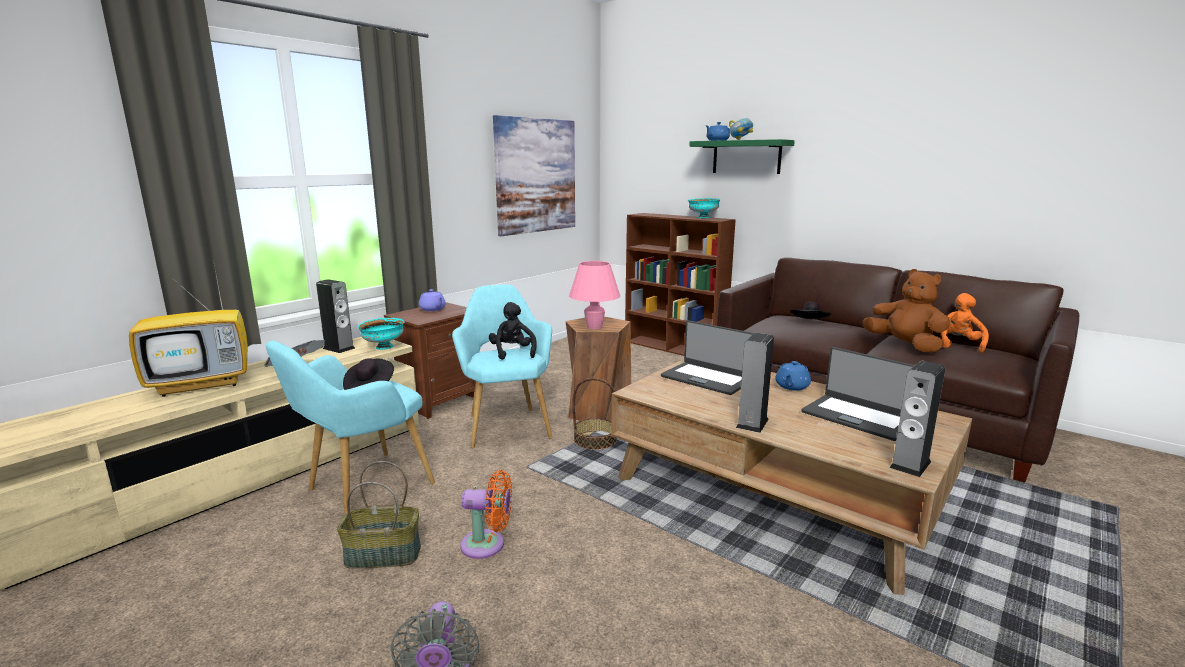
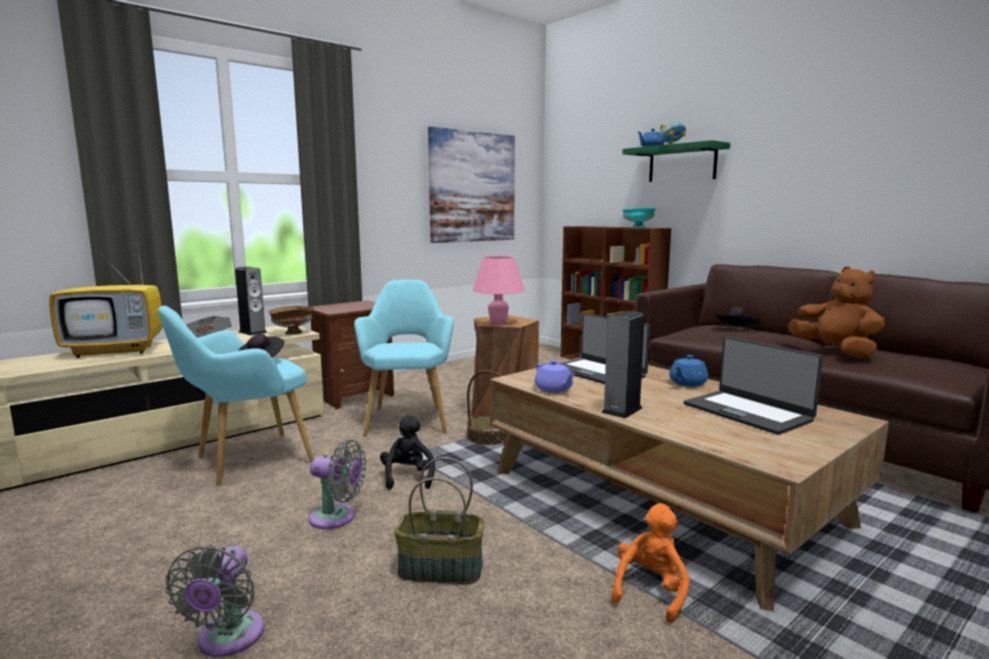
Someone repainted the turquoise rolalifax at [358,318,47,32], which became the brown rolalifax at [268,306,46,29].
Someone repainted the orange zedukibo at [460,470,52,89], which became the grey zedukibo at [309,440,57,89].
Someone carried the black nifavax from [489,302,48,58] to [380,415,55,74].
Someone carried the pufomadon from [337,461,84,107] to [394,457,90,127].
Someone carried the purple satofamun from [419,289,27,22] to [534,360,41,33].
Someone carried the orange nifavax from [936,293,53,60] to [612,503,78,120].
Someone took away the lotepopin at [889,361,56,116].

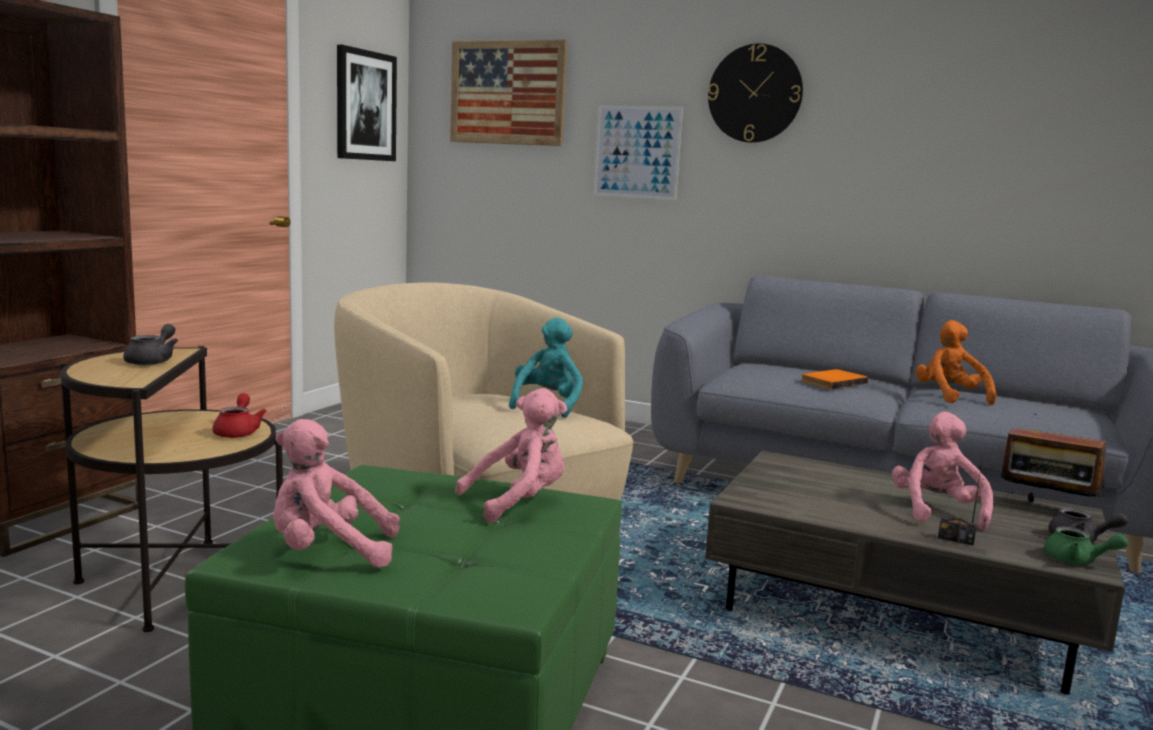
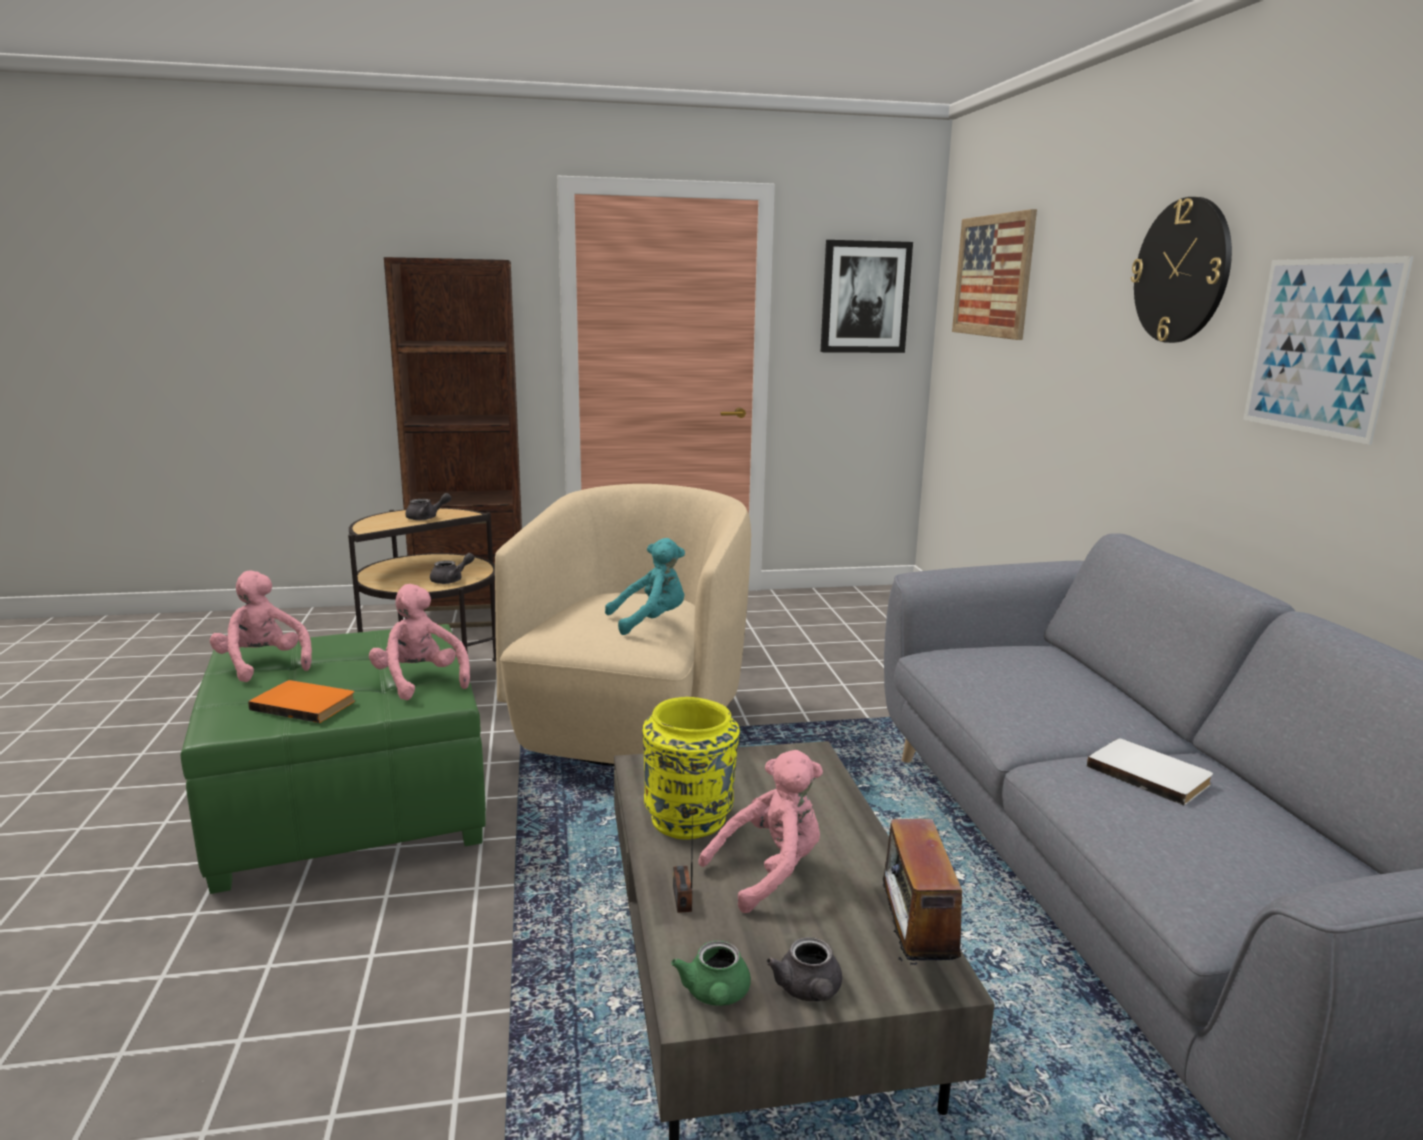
Someone carried the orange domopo from [801,369,68,20] to [248,680,107,43].
Someone rotated the pink nifavax at [455,388,112,135] by 150 degrees counterclockwise.
Someone repainted the red satofamun at [212,393,55,45], which became the grey satofamun at [430,553,45,31].
Someone put down the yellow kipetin at [642,697,98,143].
Someone swapped the orange nifavax at [916,320,81,85] for the white domopo at [1087,739,126,67].
Someone carried the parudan from [594,105,89,95] to [1243,256,170,189].

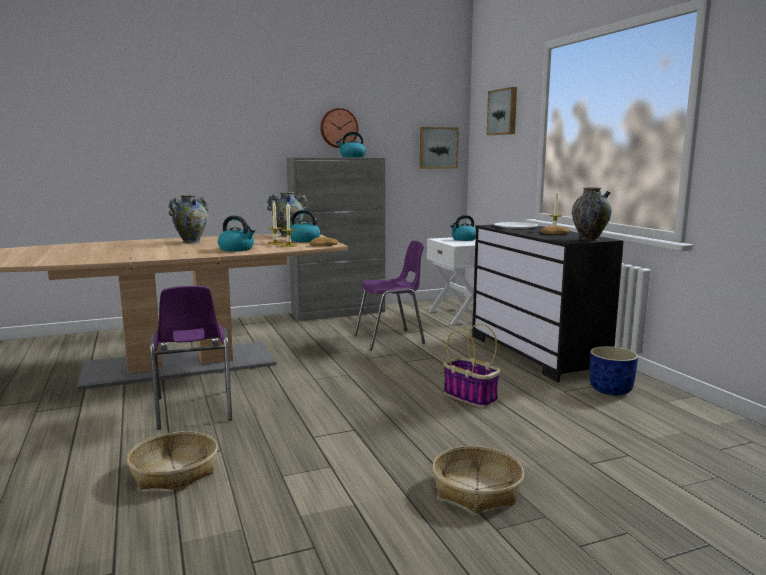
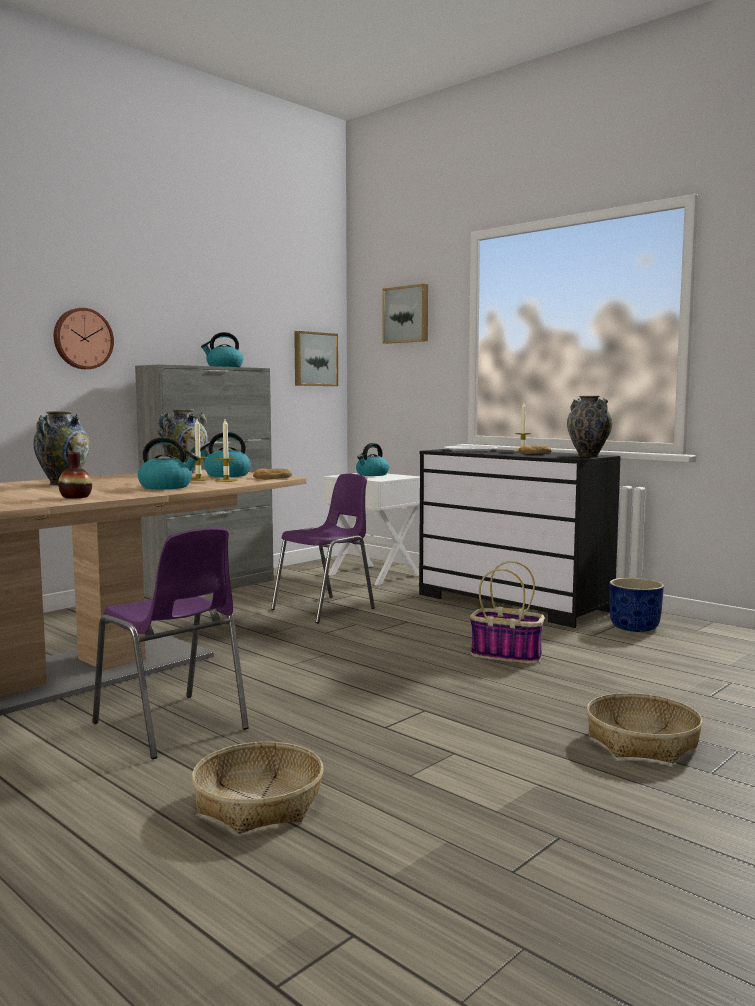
Someone carried the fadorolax from [320,108,38,40] to [54,308,60,61].
Someone put down the kipetin at [58,452,34,47].

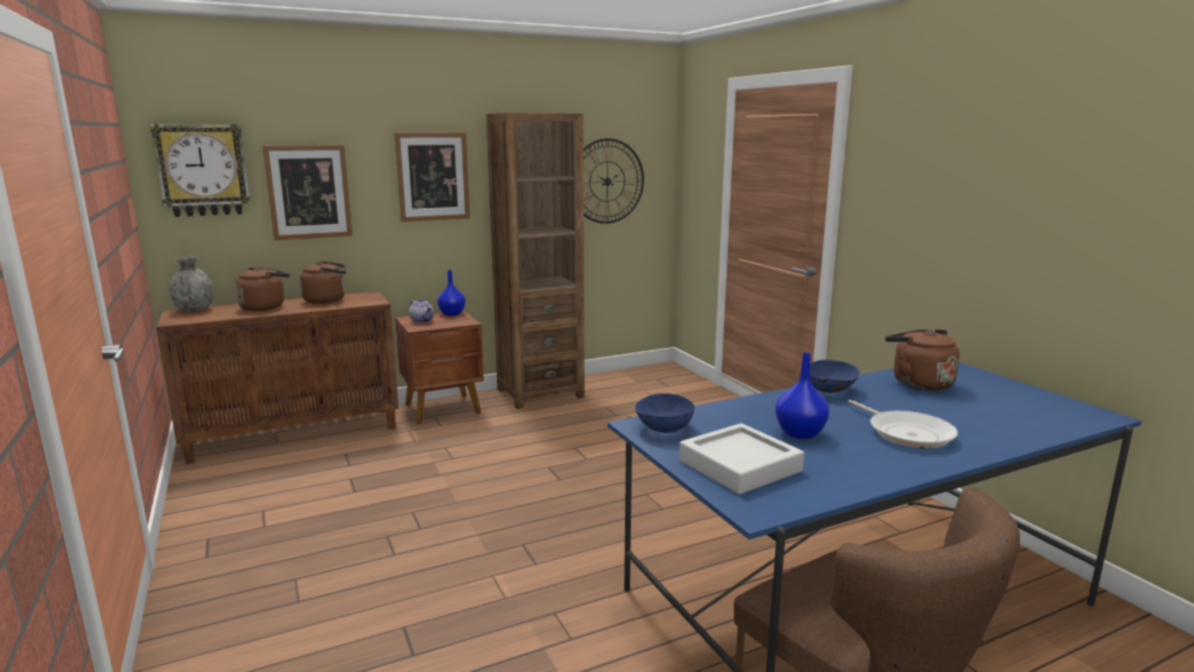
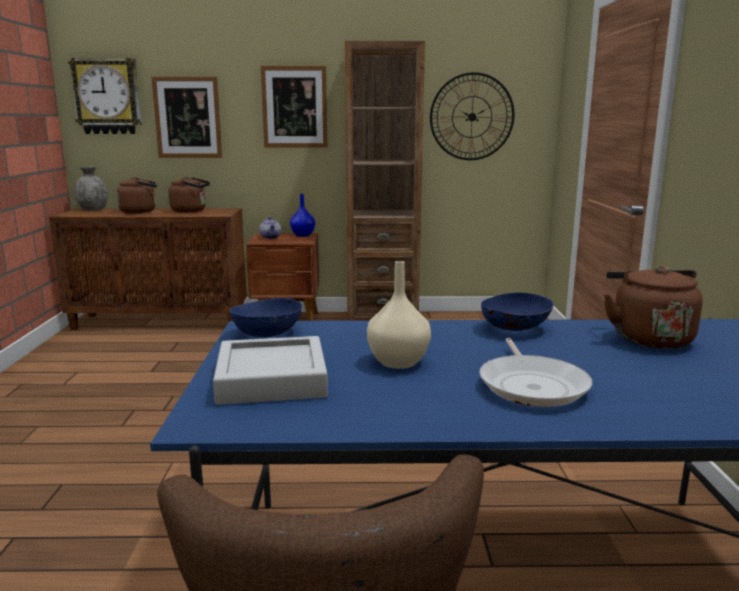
Someone repainted the blue kipetin at [775,353,54,86], which became the beige kipetin at [367,261,64,108].

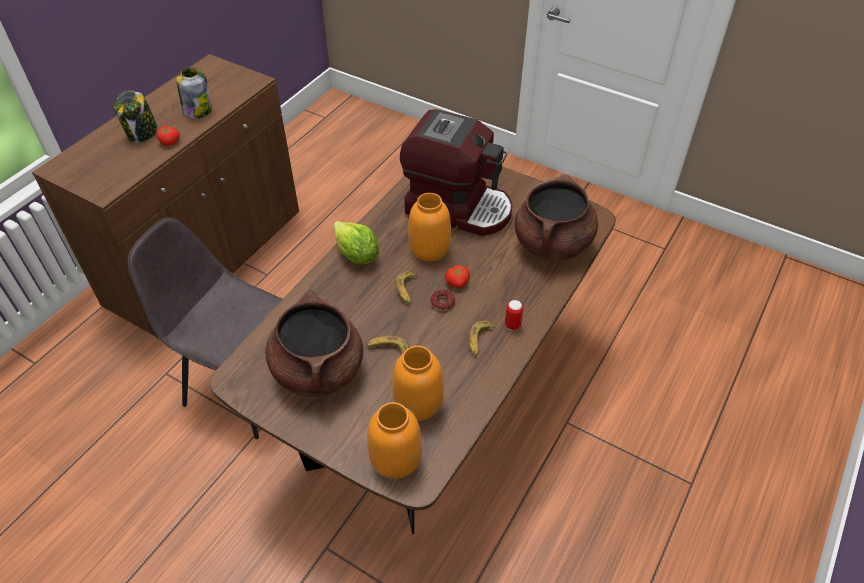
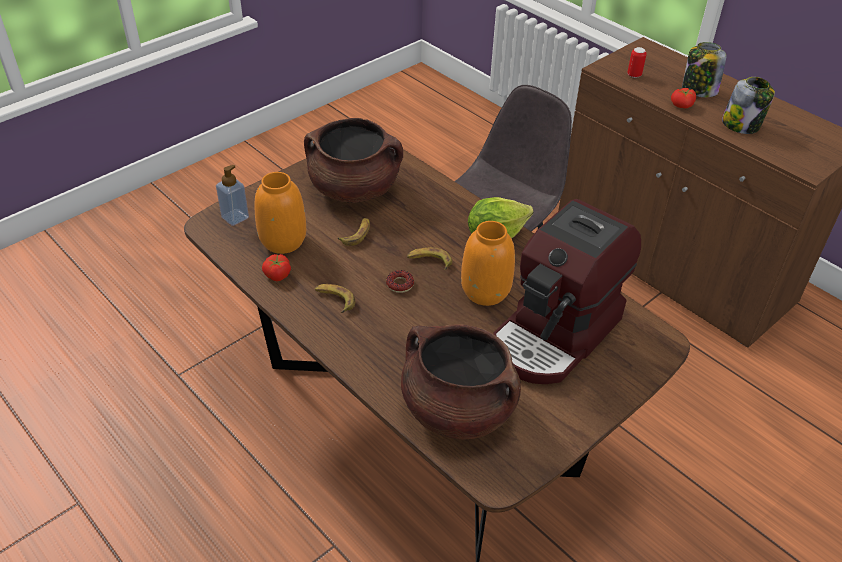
Someone swapped the orange kipetin at [367,402,55,77] for the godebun at [216,165,33,61].
Someone carried the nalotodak from [445,265,25,23] to [262,254,29,27].
Someone carried the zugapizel from [505,300,18,30] to [627,47,19,31].

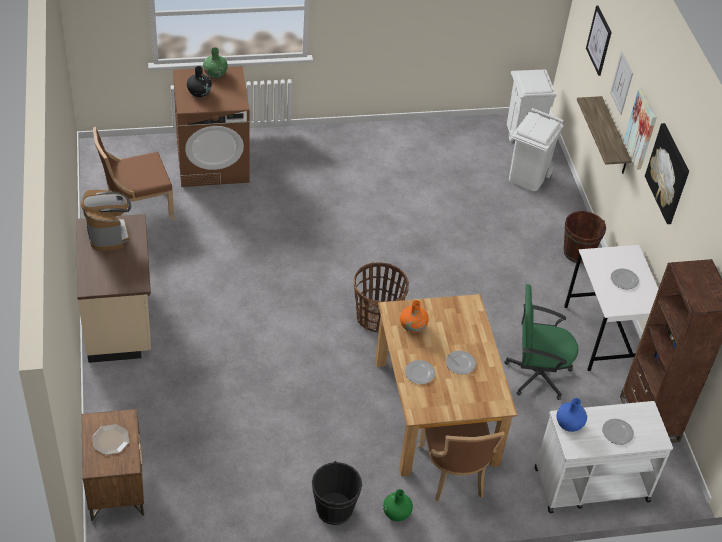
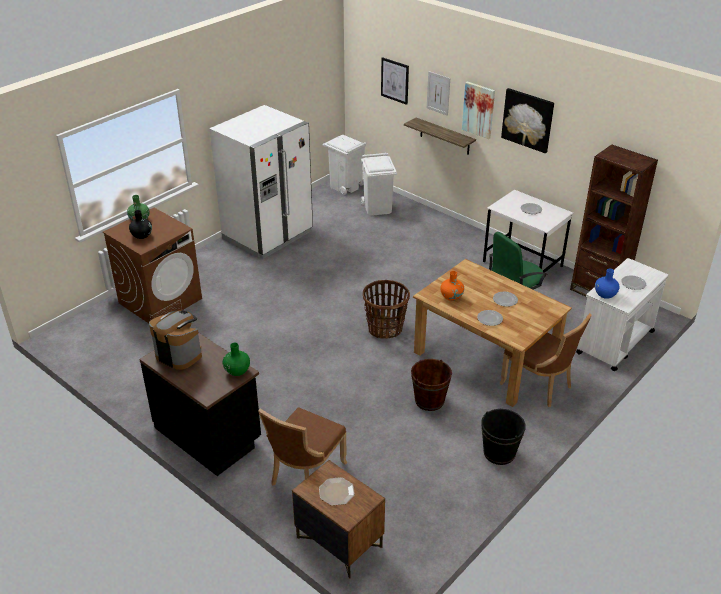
Someone repainted the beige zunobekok at [76,214,75,149], which became the black zunobekok at [139,333,122,143].
Someone put down the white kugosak at [209,105,104,154].
Someone carried the green kipetin from [383,489,30,32] to [222,343,28,33].
Someone carried the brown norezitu from [93,127,82,94] to [258,407,89,79].
Someone carried the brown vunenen from [563,211,43,52] to [411,359,41,52].

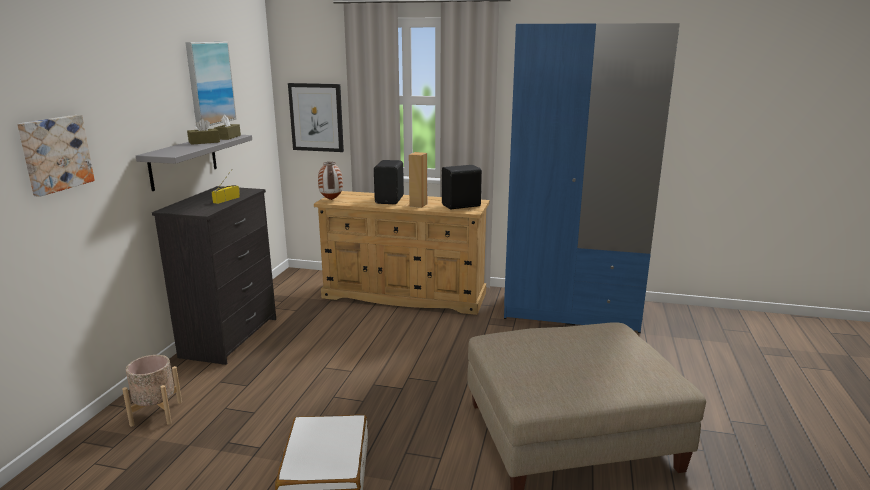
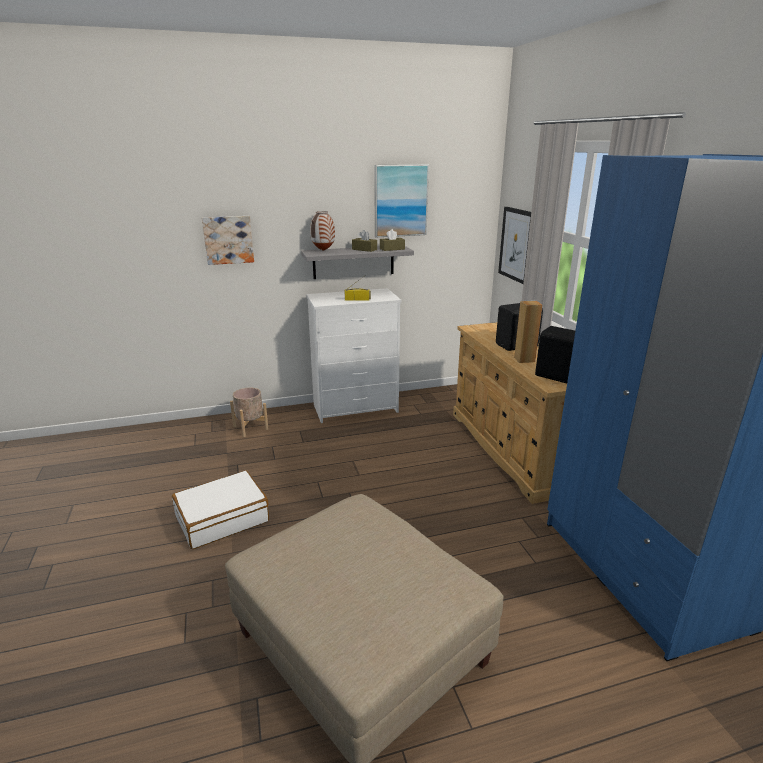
Someone repainted the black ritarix at [152,186,124,179], which became the white ritarix at [306,288,95,135].
Someone carried the kipetin from [318,162,25,38] to [310,211,25,40].

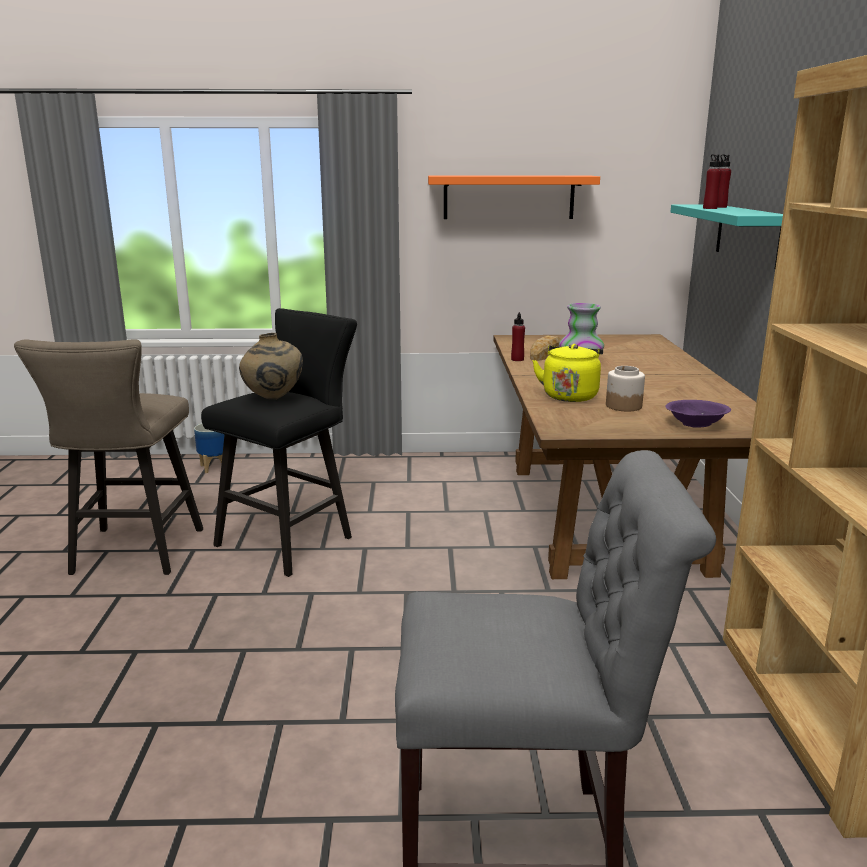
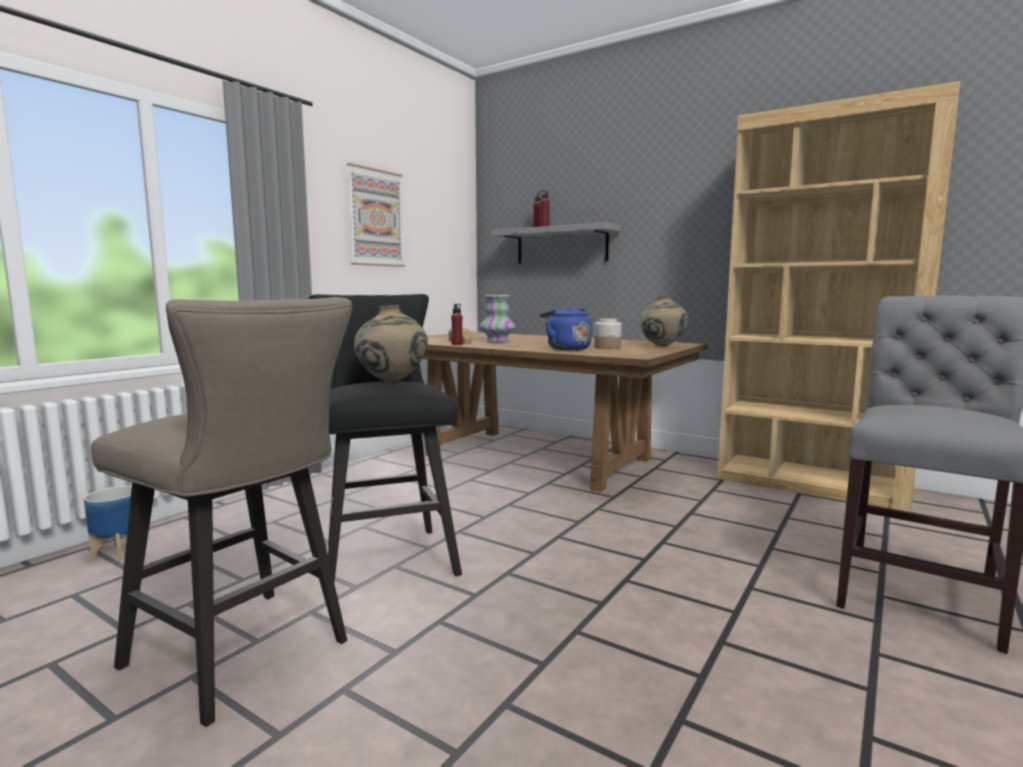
Someone swapped the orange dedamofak at [428,176,172,43] for the parudan at [347,163,58,104].
Someone repainted the turquoise dedamofak at [670,204,113,64], which became the grey dedamofak at [491,222,130,42].
Someone repainted the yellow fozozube at [532,344,71,58], which became the blue fozozube at [540,306,52,44].
Someone swapped the purple rolalifax at [665,400,66,28] for the beige kipetin at [640,296,49,51].

